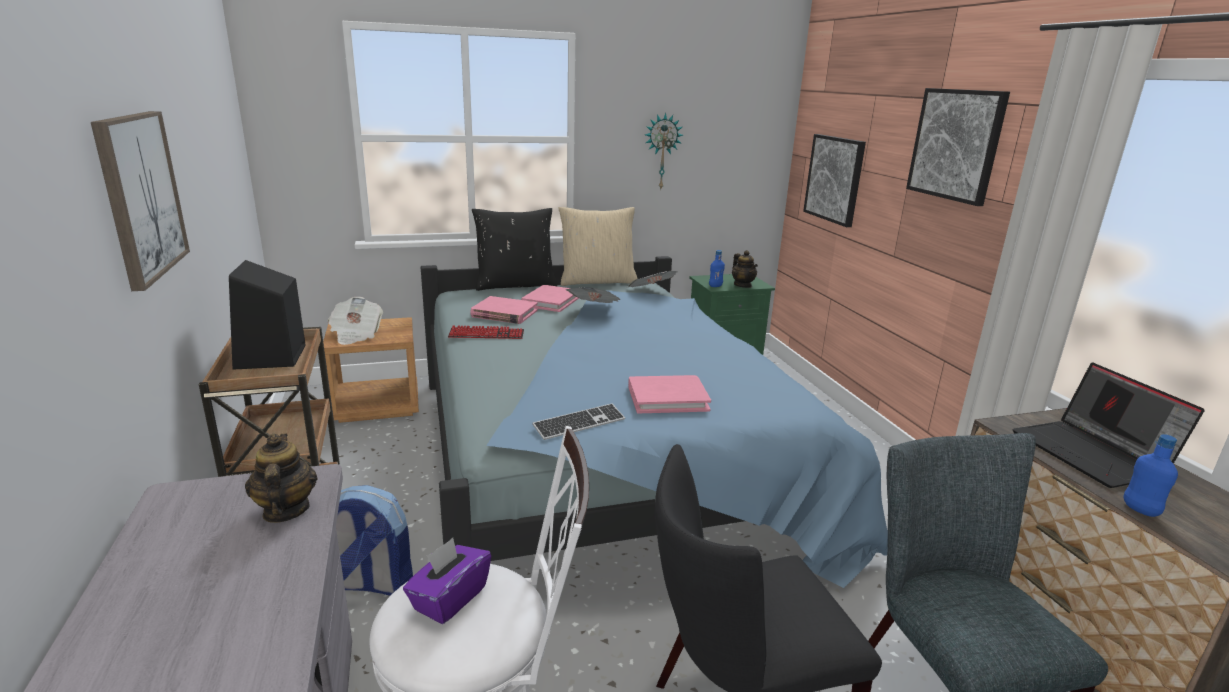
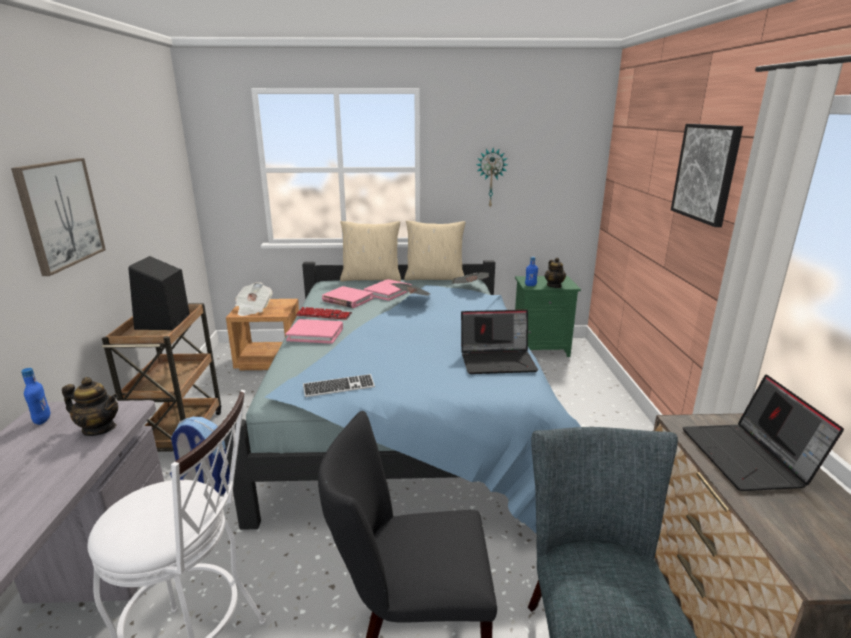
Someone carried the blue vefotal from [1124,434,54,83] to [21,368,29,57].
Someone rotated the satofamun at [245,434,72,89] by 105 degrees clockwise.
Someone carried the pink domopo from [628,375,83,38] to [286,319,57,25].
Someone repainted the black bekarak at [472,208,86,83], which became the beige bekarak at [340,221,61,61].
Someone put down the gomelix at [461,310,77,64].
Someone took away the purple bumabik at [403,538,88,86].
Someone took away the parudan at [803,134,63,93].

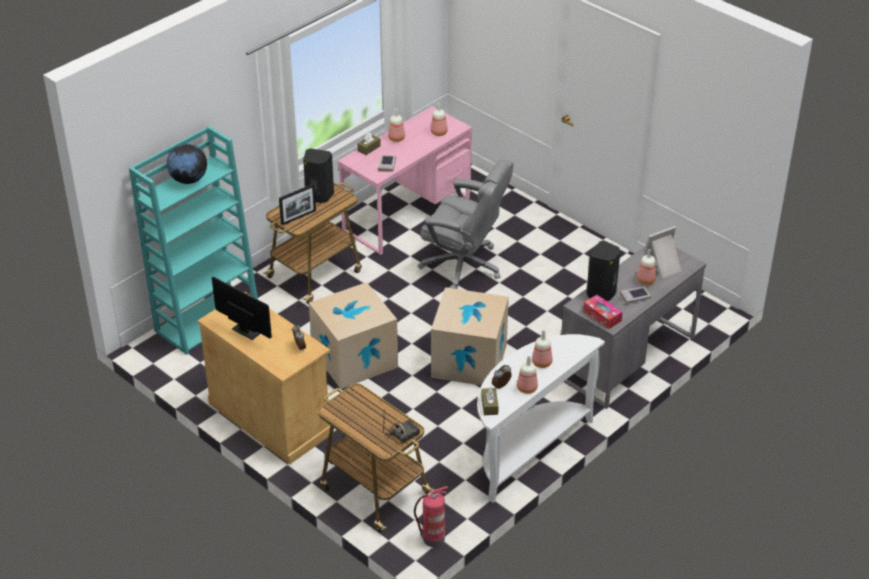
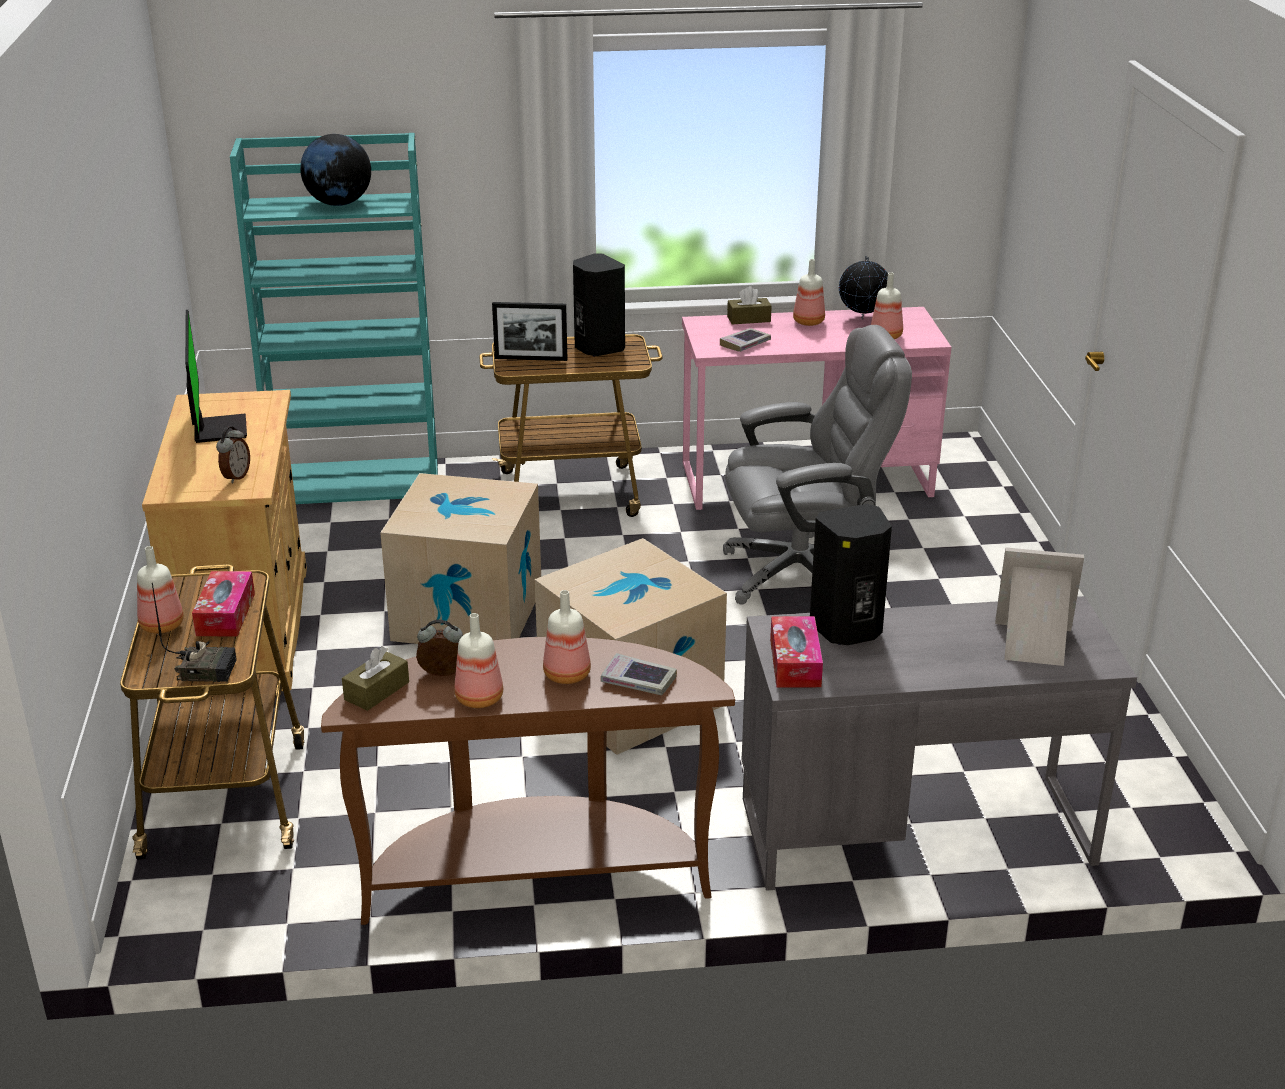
Someone carried the vefotal from [637,249,19,36] to [137,546,47,88].
Someone put down the bumabik at [192,571,63,66].
Someone repainted the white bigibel at [477,334,128,169], which became the brown bigibel at [321,637,414,288].
Someone carried the domopo from [620,287,31,17] to [601,653,76,43].
Someone rotated the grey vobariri at [418,159,96,130] by 75 degrees counterclockwise.
Someone put down the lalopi at [839,256,49,64].
Someone took away the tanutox at [414,486,34,61].

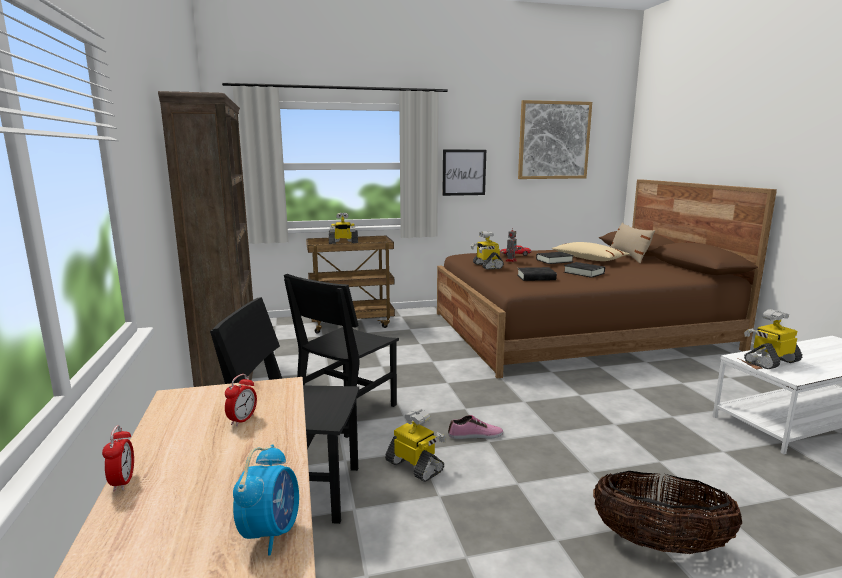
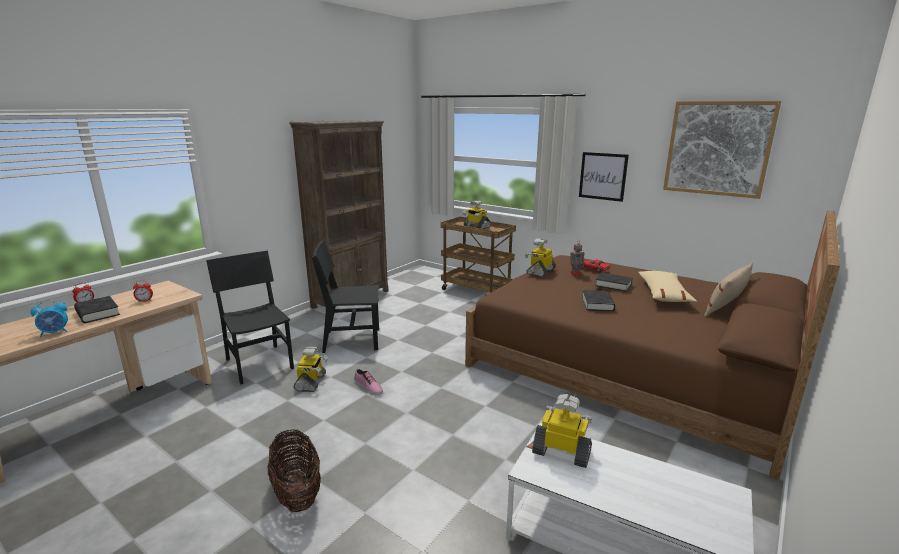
Someone carried the black domopo from [518,267,39,14] to [74,296,46,27].

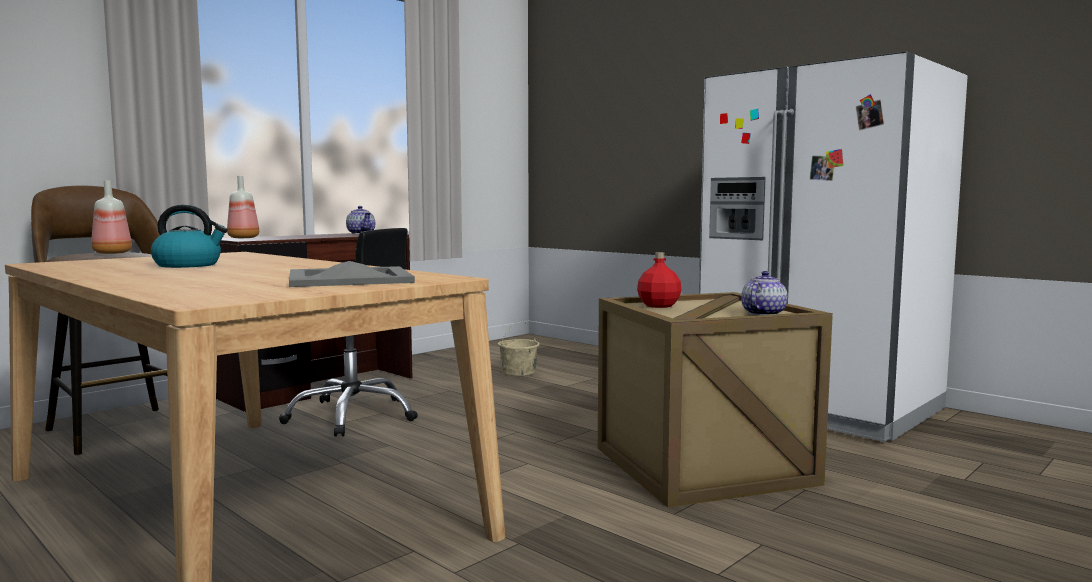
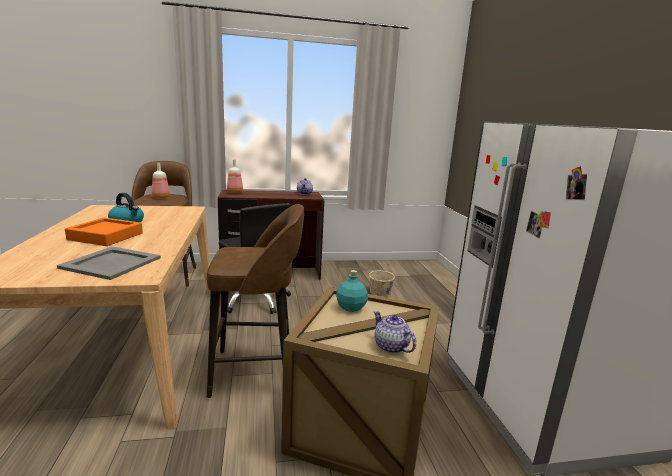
Someone put down the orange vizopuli at [65,217,78,29].
Someone put down the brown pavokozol at [207,204,97,194].
Someone repainted the red vefotal at [637,252,44,56], which became the turquoise vefotal at [336,270,32,42].
Someone rotated the satofamun at [741,271,47,44] by 105 degrees counterclockwise.

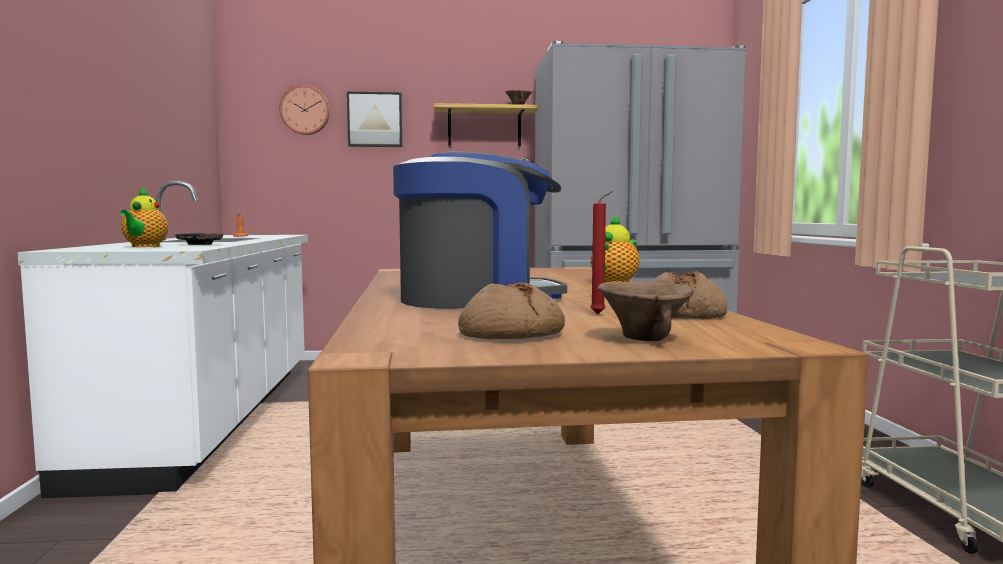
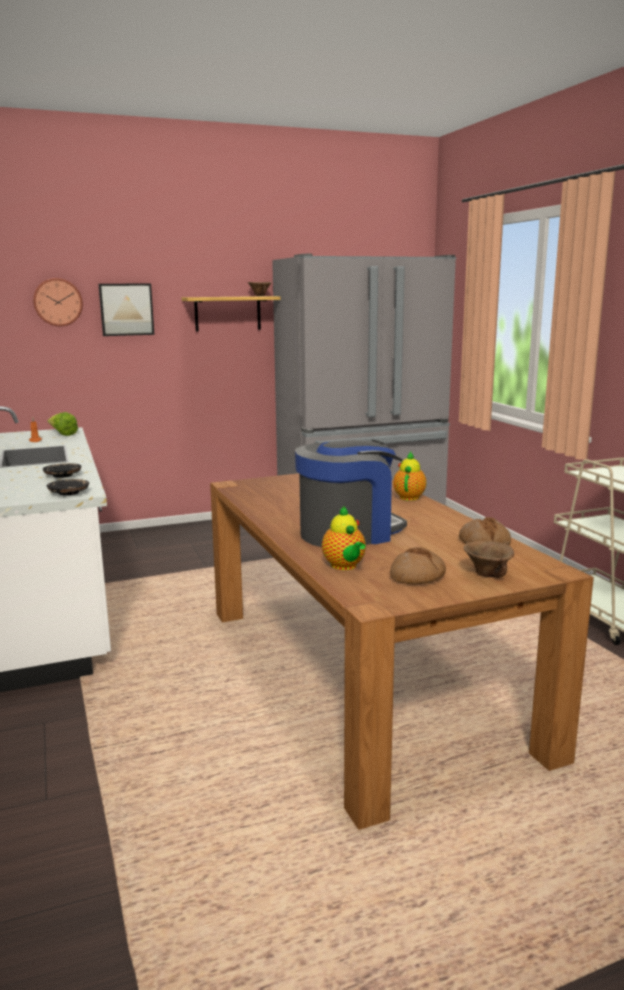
Someone put down the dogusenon at [47,412,31,24].
Someone put down the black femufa at [47,479,42,16].
Someone carried the satofamun from [120,187,48,60] to [322,506,44,64].
Someone took away the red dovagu at [590,191,23,123].

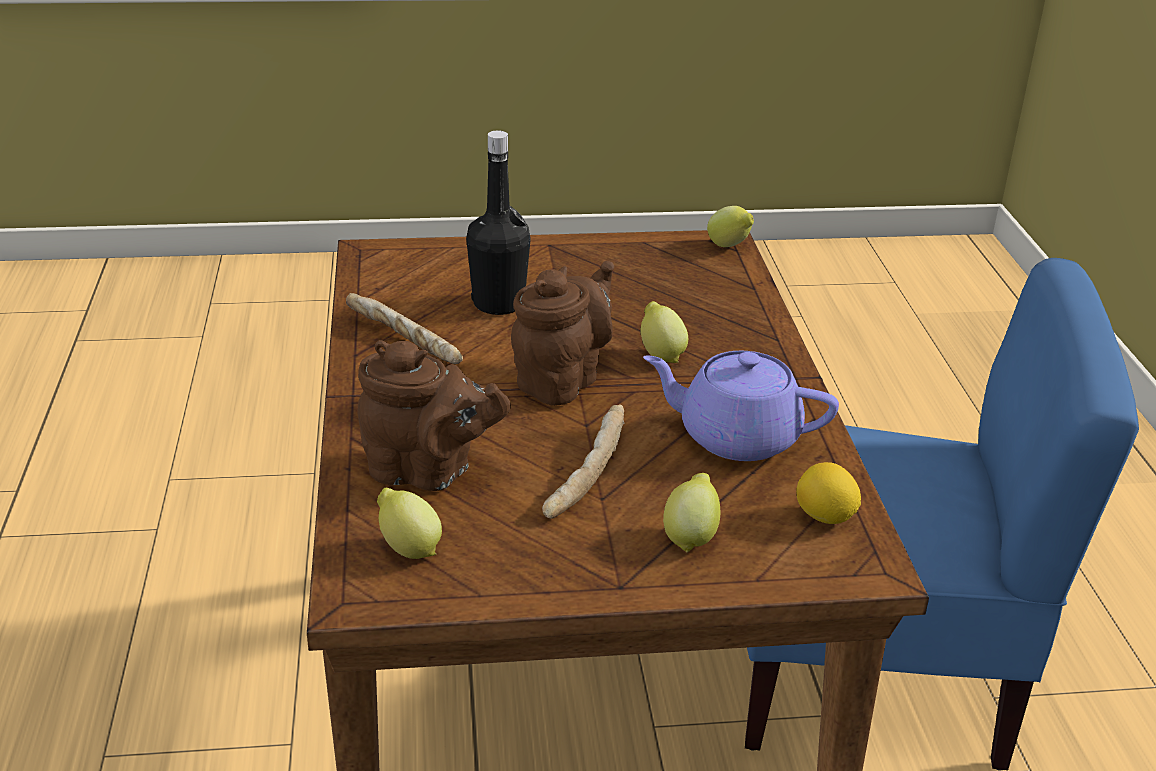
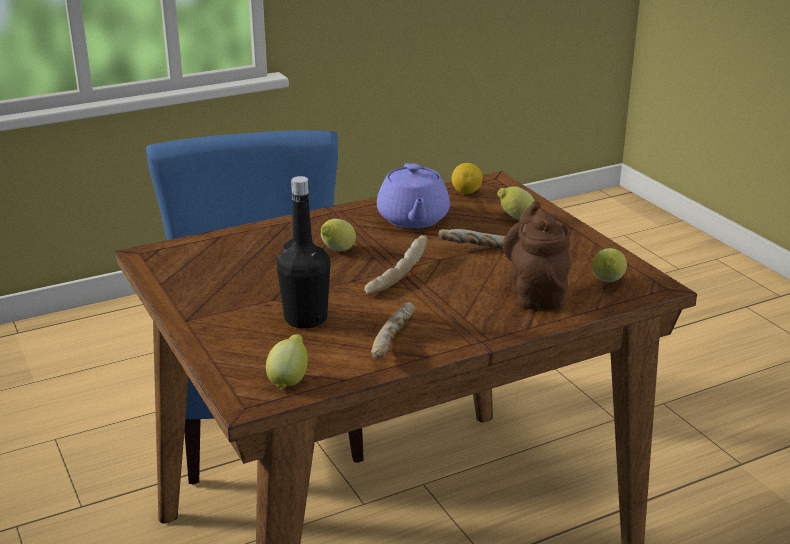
Someone carried the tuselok from [707,206,47,41] to [266,334,42,56].
Someone swapped the brown satofamun at [511,261,103,145] for the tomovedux at [364,235,63,60].

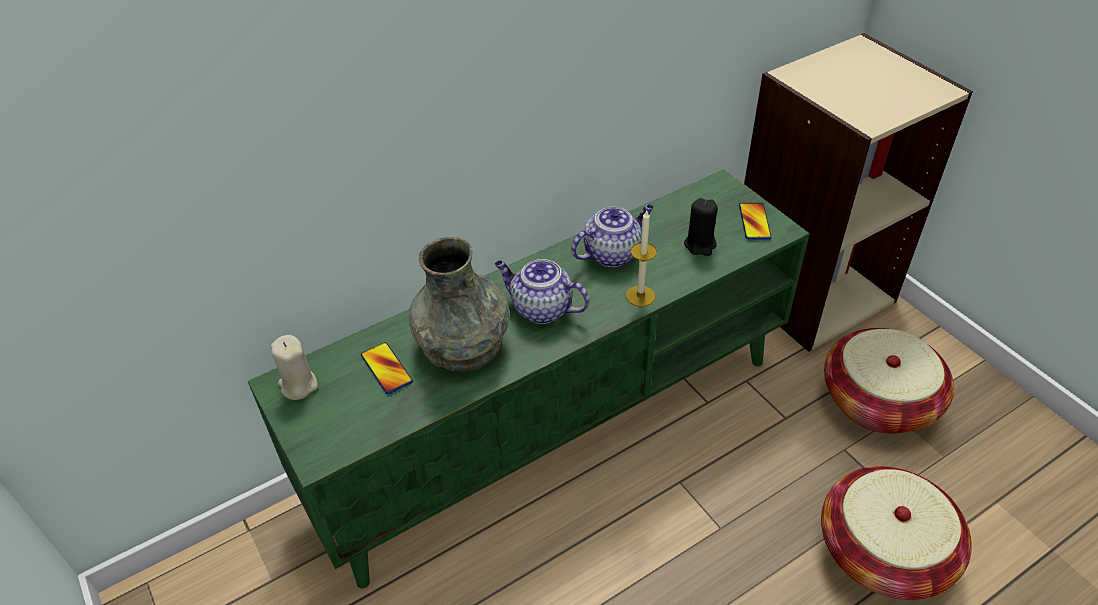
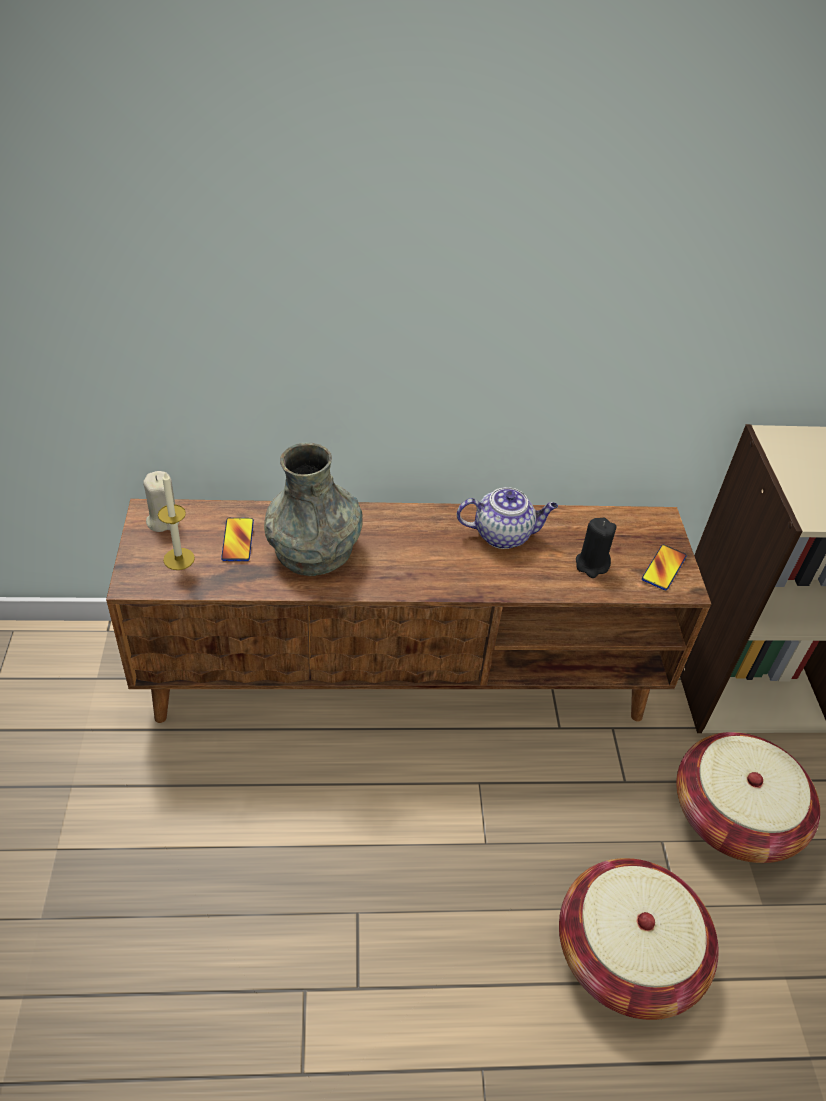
Someone repainted the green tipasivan at [248,169,562,419], which became the brown tipasivan at [106,499,605,224].
Someone carried the dovagu from [626,211,31,96] to [158,473,37,97].
Someone took away the satofamun at [495,259,94,65].

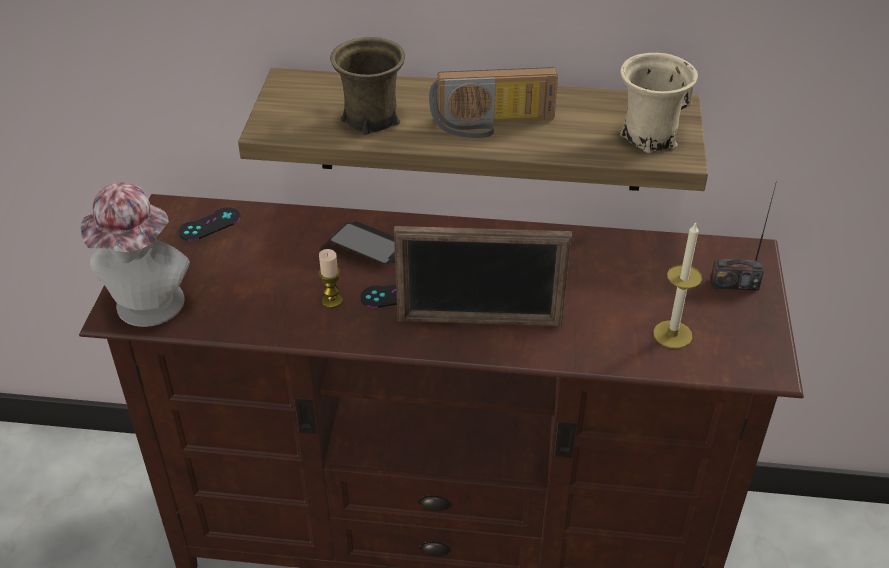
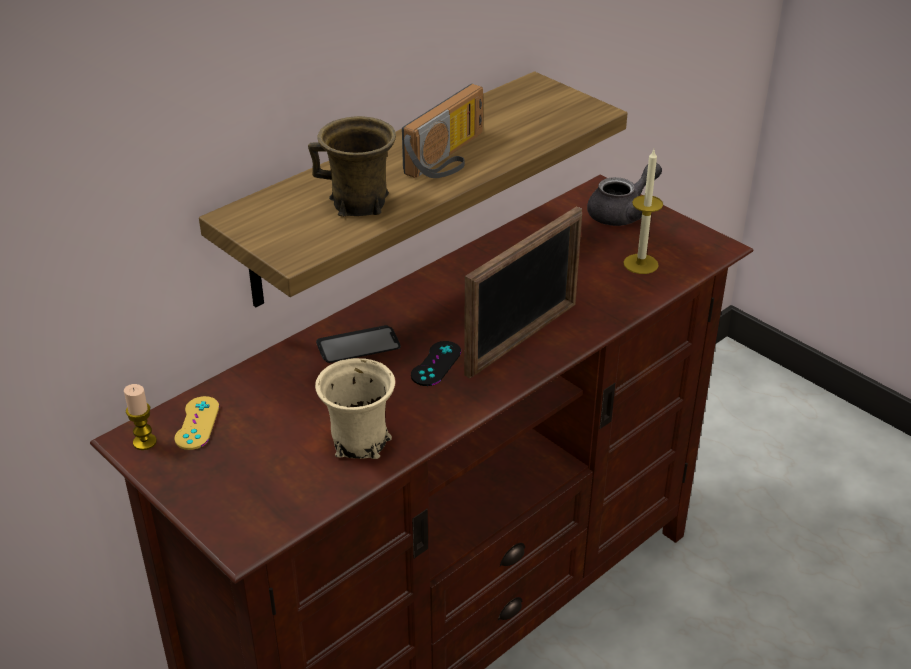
Someone carried the dovagu from [319,249,23,59] to [124,384,33,66].
Someone repainted the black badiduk at [178,207,62,34], which became the yellow badiduk at [174,396,45,54].
Someone carried the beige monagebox from [620,53,78,100] to [315,358,80,101].
Someone swapped the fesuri at [711,181,66,110] for the grey satofamun at [587,163,75,63].
Someone took away the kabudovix at [80,182,110,145].

